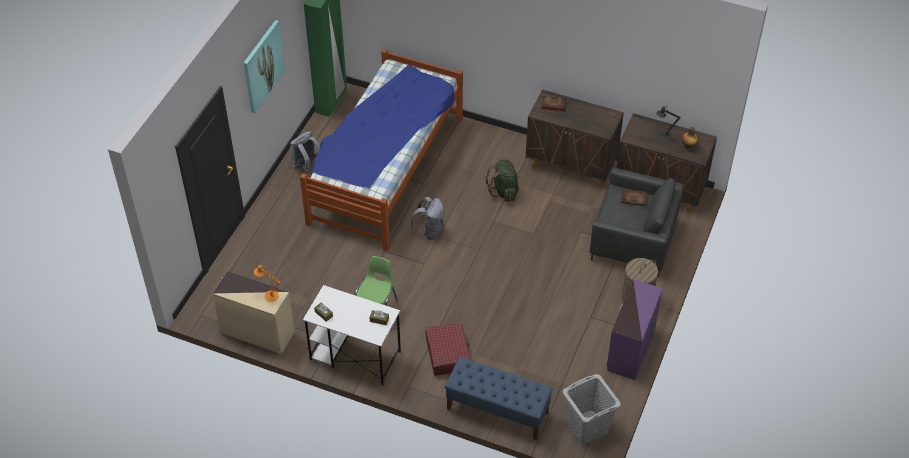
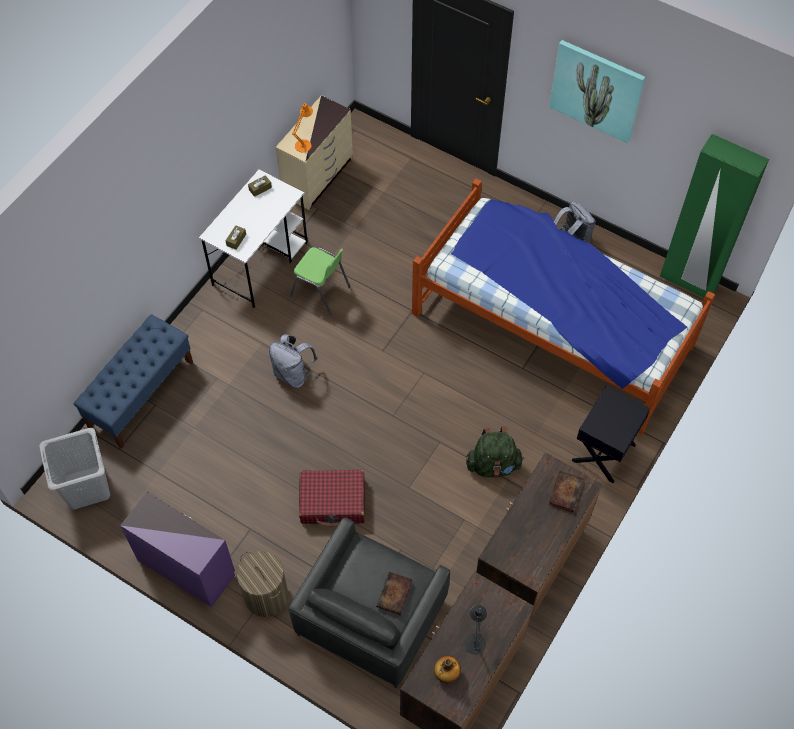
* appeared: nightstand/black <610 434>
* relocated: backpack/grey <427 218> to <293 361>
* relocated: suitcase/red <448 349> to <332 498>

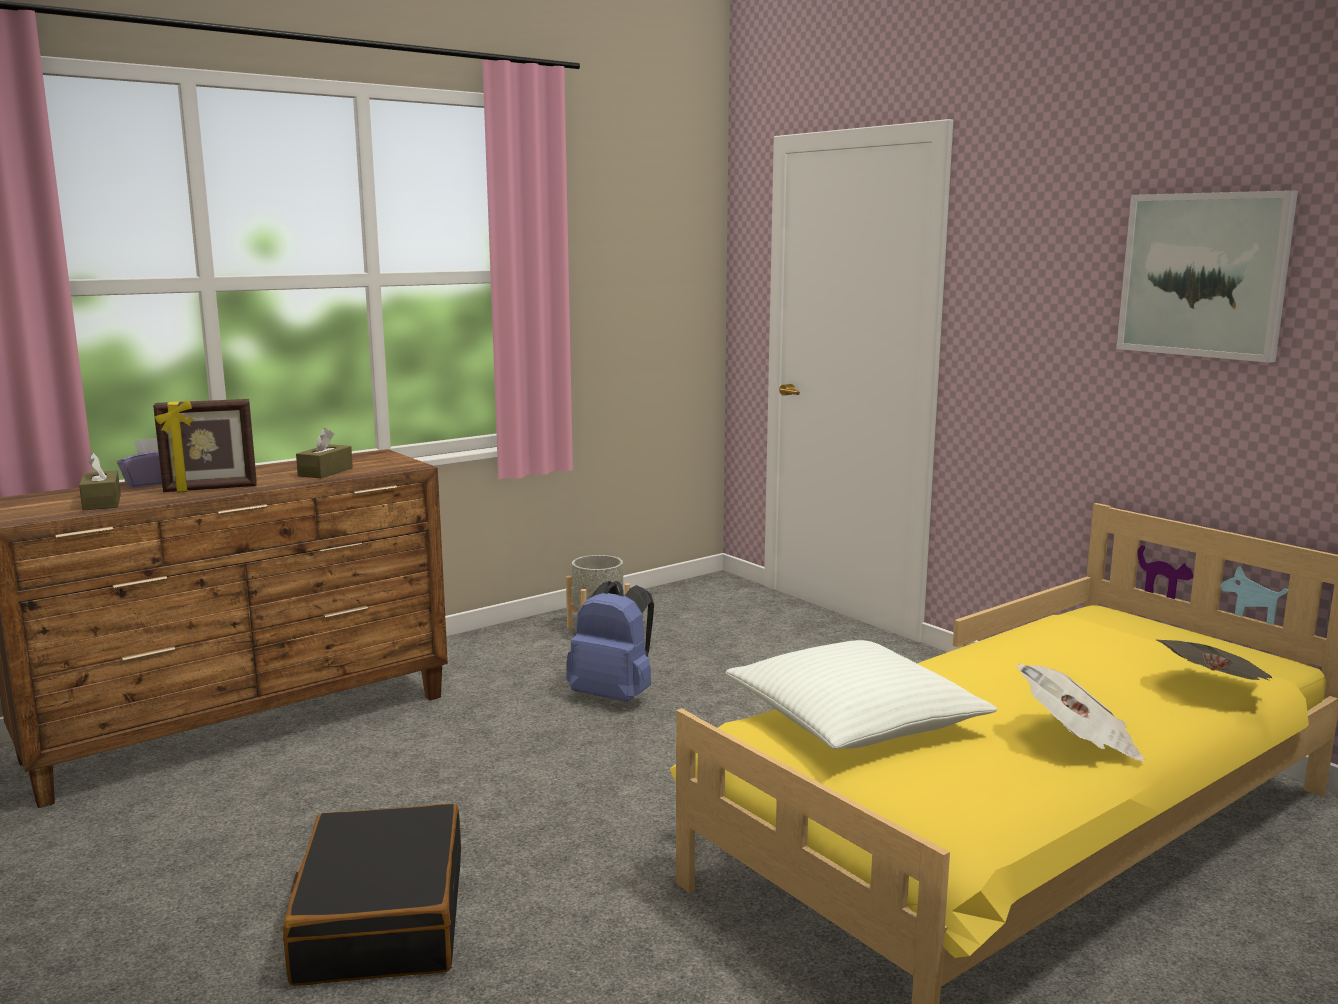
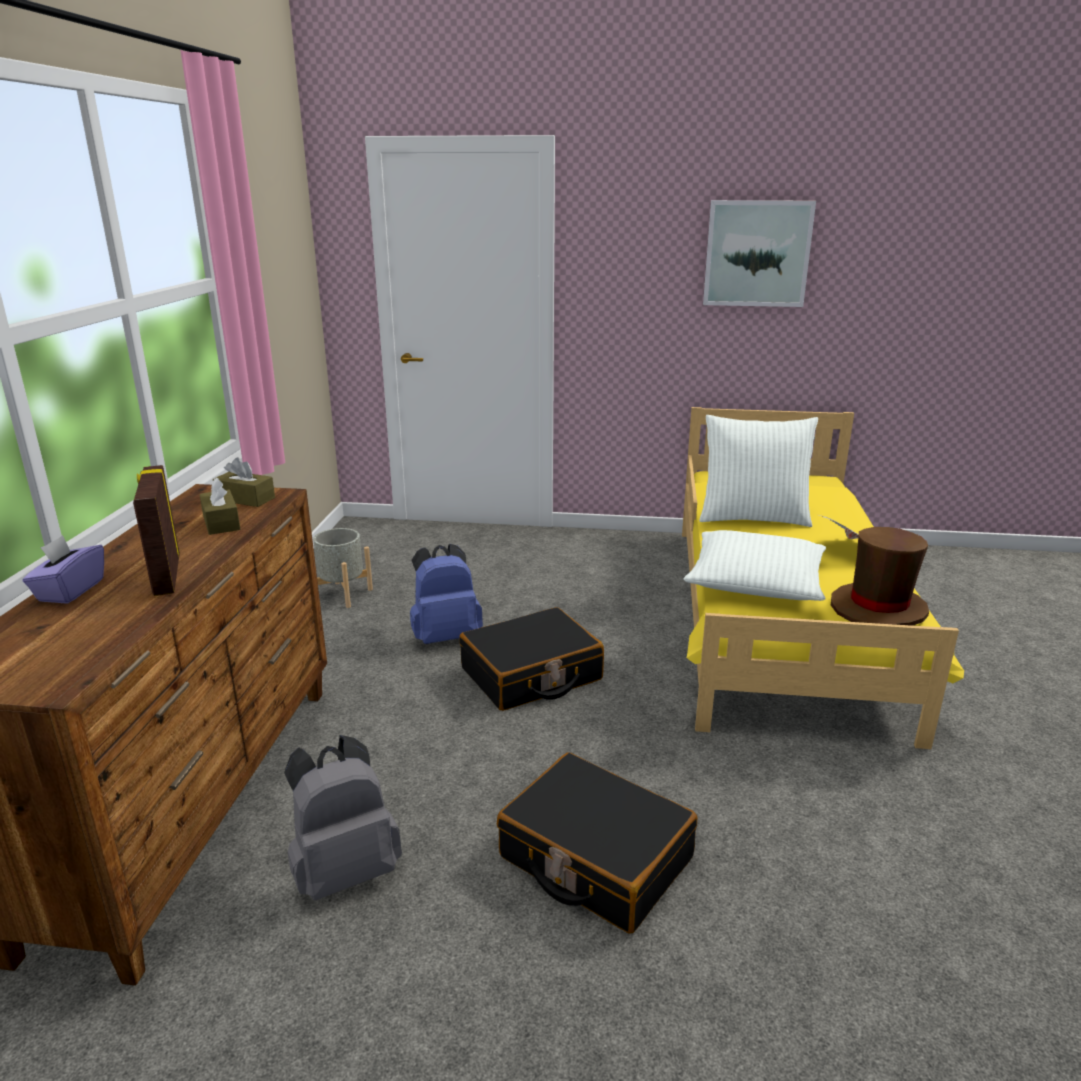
* missing: newspaper <1213 659>
* appeared: backpack/grey <343 817>
* appeared: suitcase/black <531 659>
* appeared: pillow/white <759 471>
* appeared: hat/brown <880 576>
* relocated: tissue box/brown <100 482> to <244 482>
* spun: picture frame <205 446> = <156 530> 135 degrees clockwise

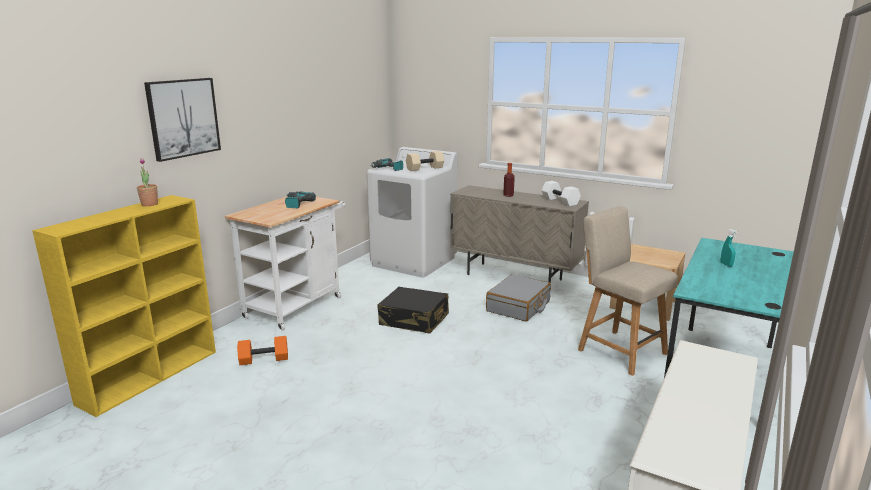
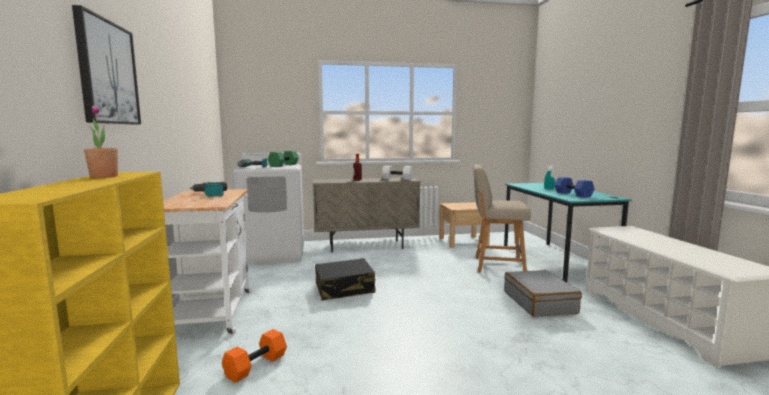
* appeared: dumbbell/blue <574 187>
* relocated: suitcase/grey <518 298> to <543 293>
* colour: dumbbell/beige <425 161> to dumbbell/green <283 159>

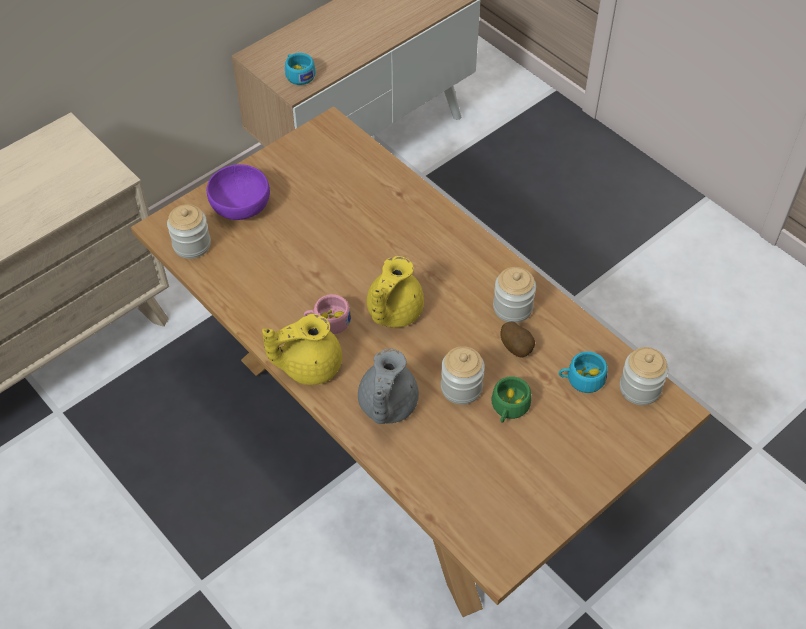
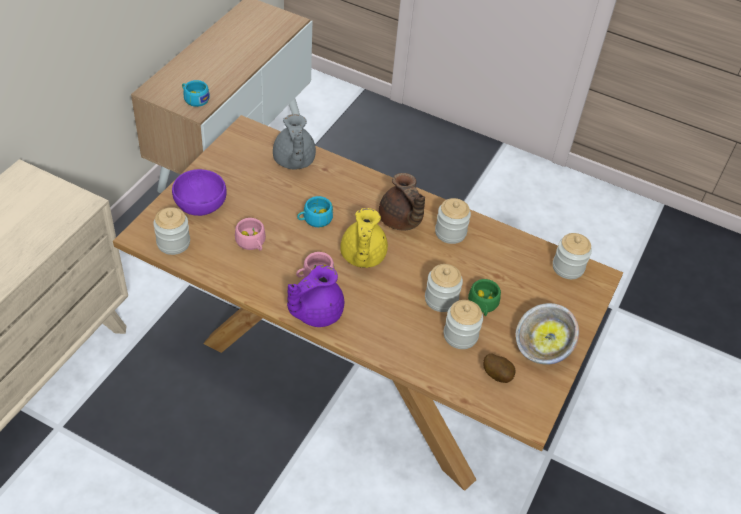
* appeared: cup/pink <250 234>
* appeared: teapot/brown <402 202>
* appeared: jar <463 324>
* appeared: bowl <547 334>
* relocated: teapot/grey <388 386> to <294 142>
* relocated: potato <517 339> to <499 368>
* relocated: cup/turquoise <582 372> to <315 211>
* colour: teapot/yellow <302 349> to teapot/purple <315 296>

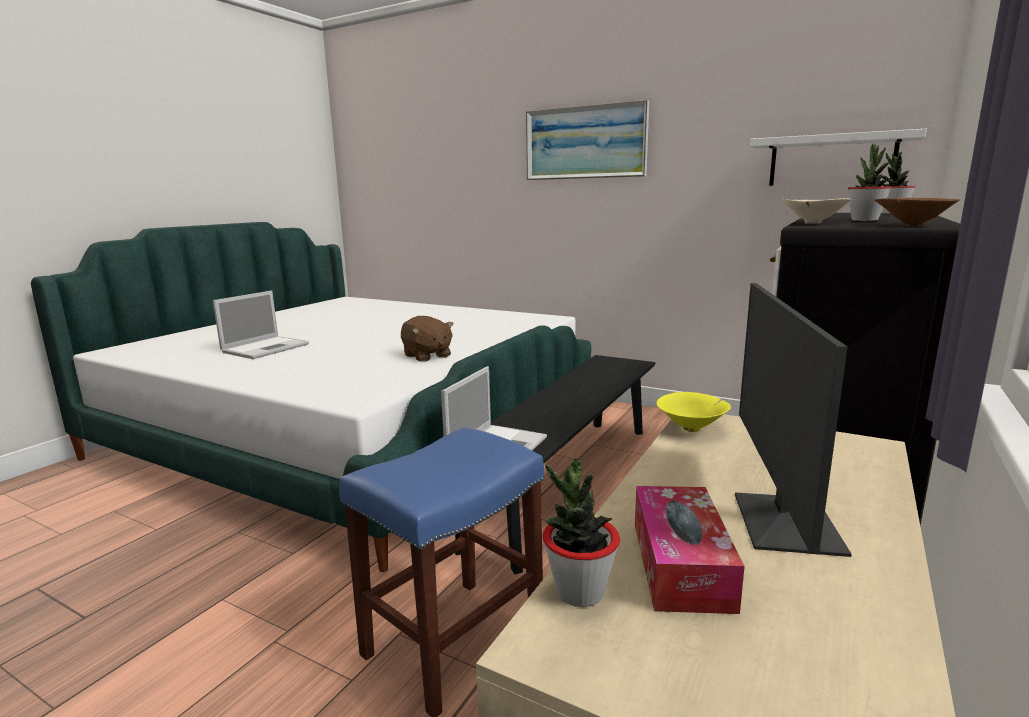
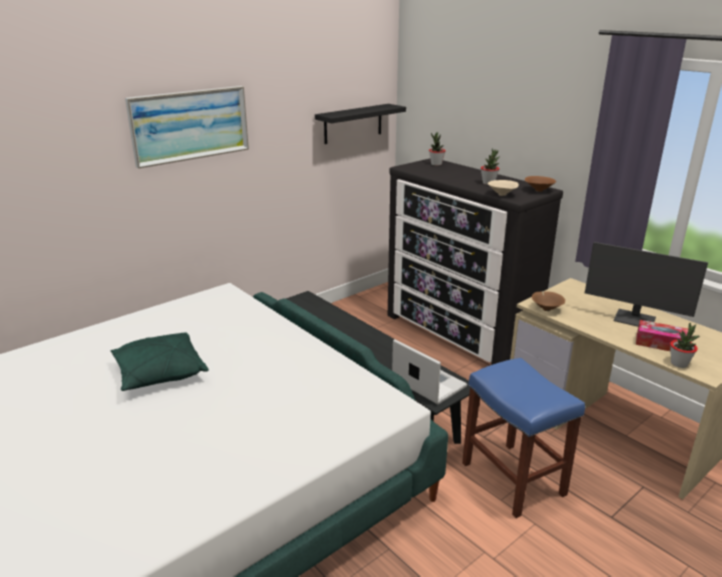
* missing: laptop <261 325>
* missing: plush toy/brown <427 339>
* appeared: pillow/green <160 361>
* colour: bowl/yellow <694 412> to bowl/brown <548 301>
* colour: shelf/white <838 157> to shelf/black <360 124>

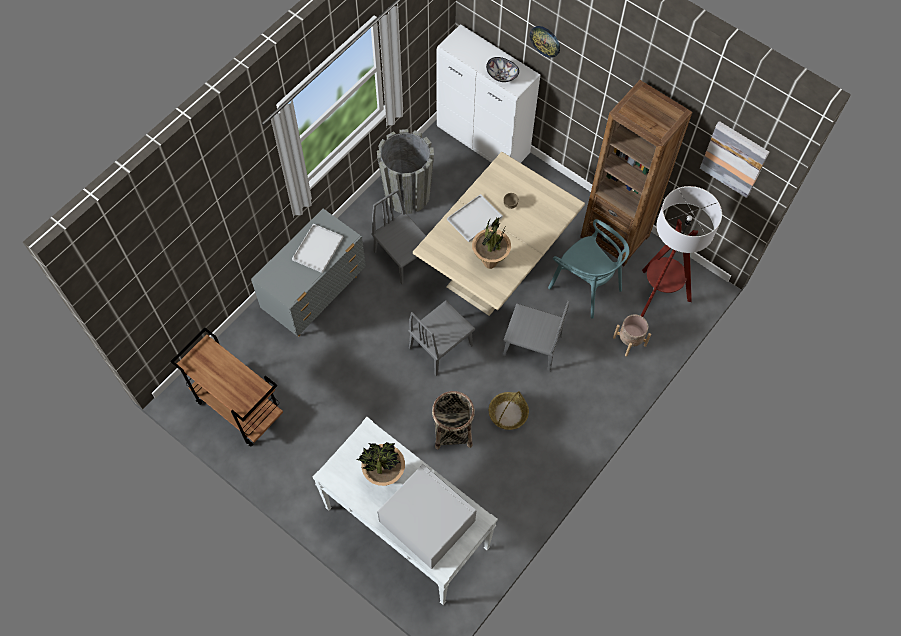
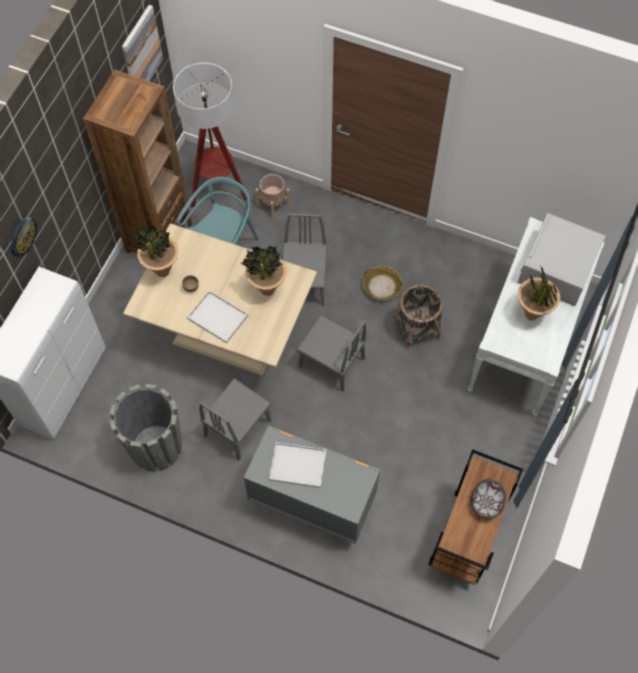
* appeared: potted plant <156 250>
* relocated: bowl <502 69> to <488 499>

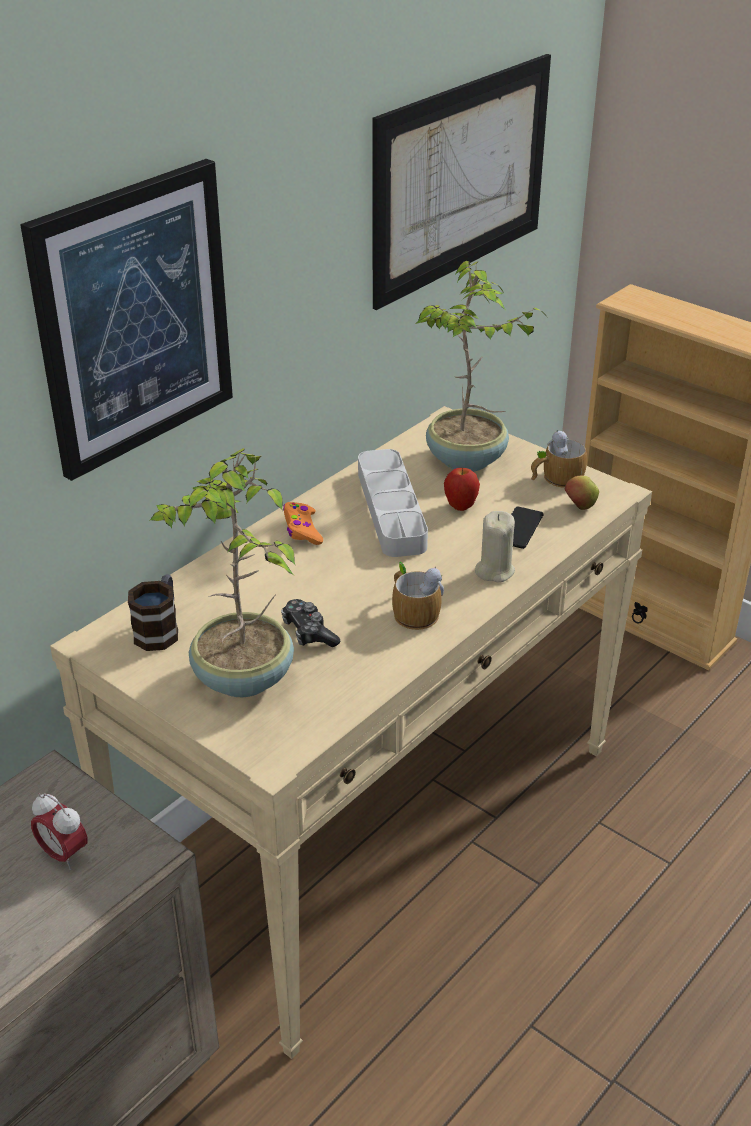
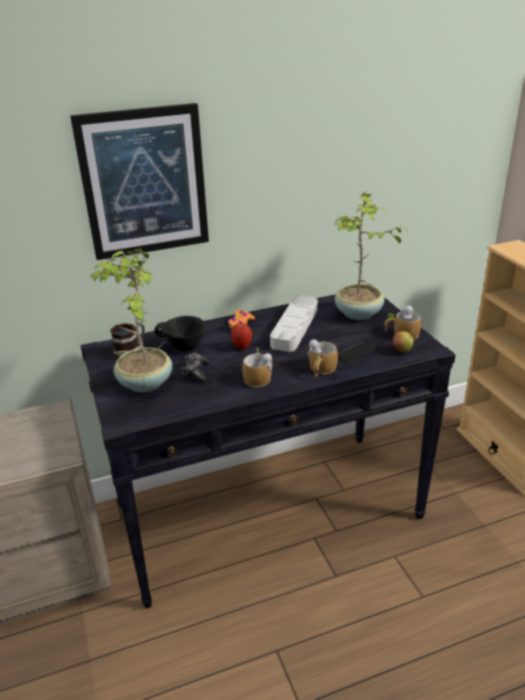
* missing: alarm clock <59 831>
* missing: picture <461 182>
* appeared: bowl/black <179 333>
* relocated: apple <462 489> to <241 336>
* exchanged: candle/beige <495 547> to mug <323 358>
* colour: console table/beige <351 732> to console table/black <268 451>

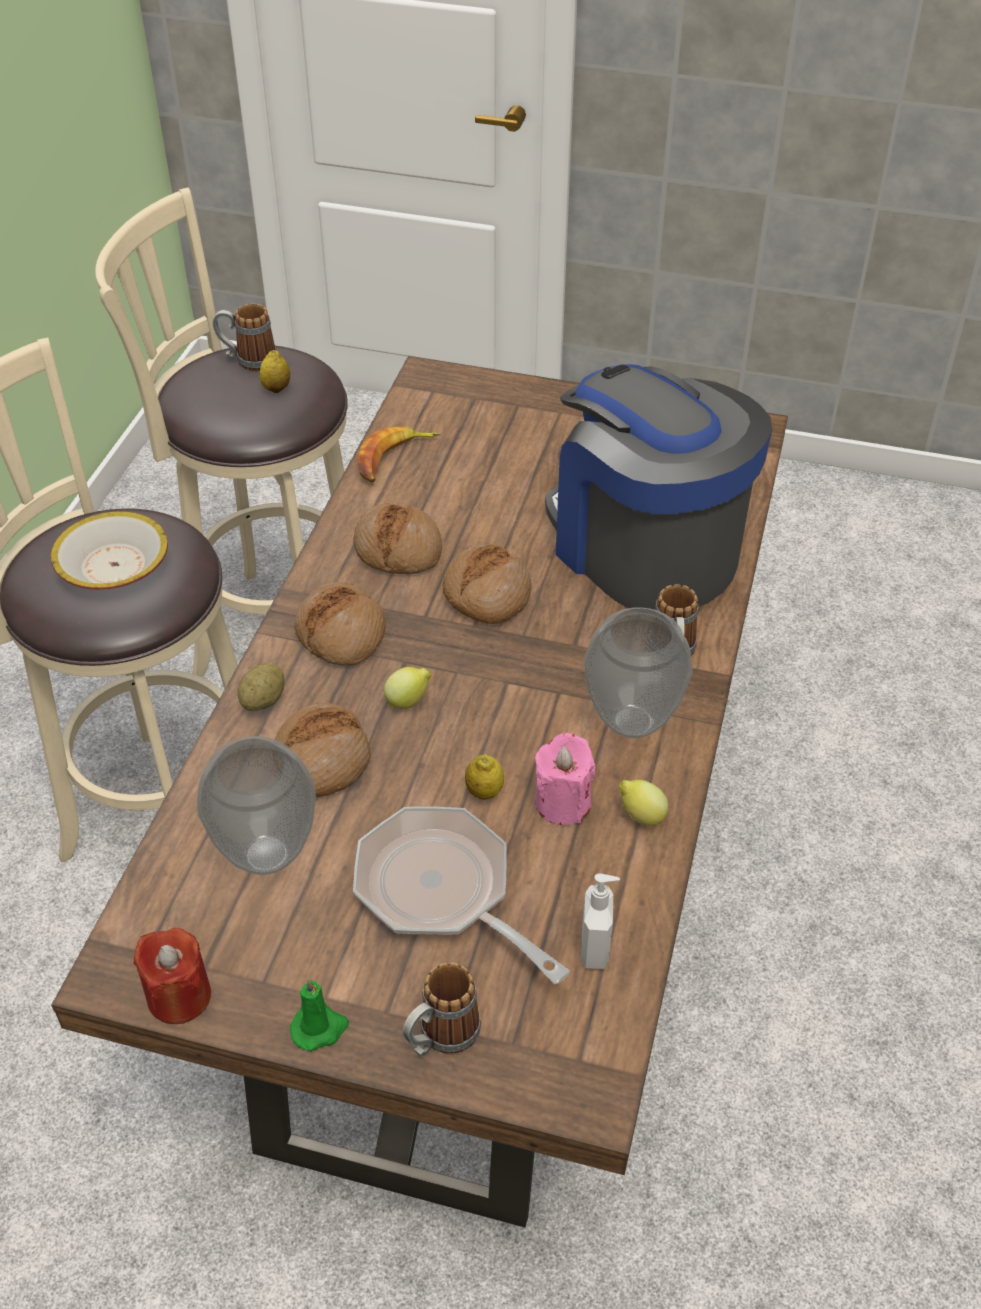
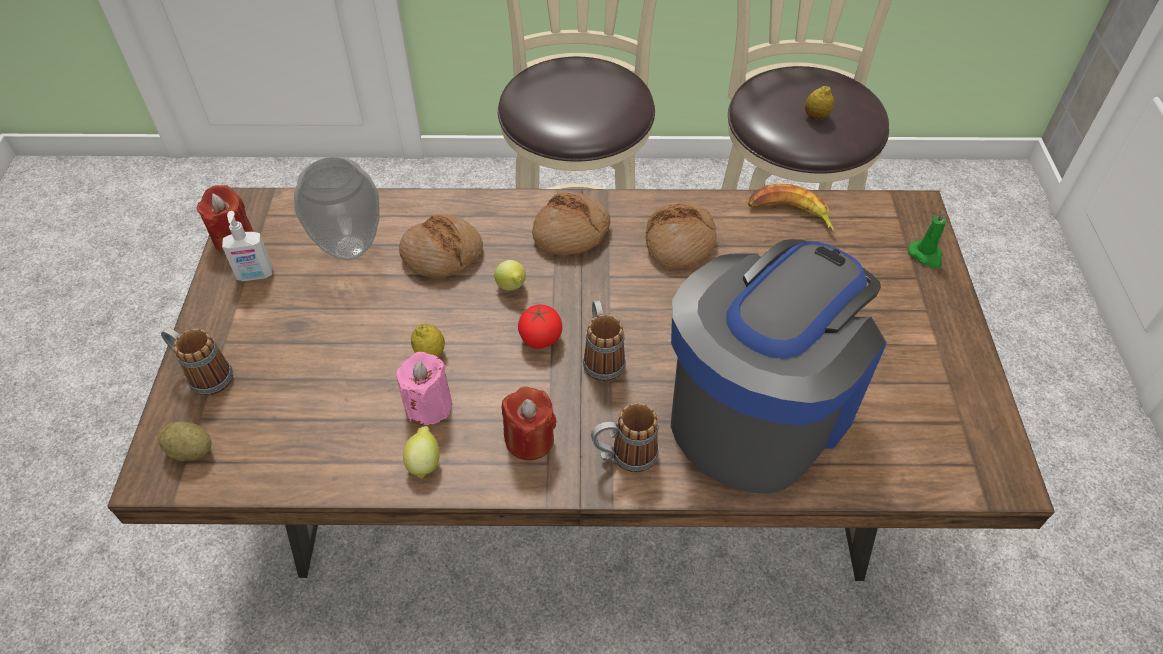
* missing: bowl <109 550>
* missing: frying pan <461 895>
* missing: bread <487 584>
* appeared: tomato <540 327>
* relocated: mug <244 337> to <604 341>
* relocated: potato <260 687> to <185 441>
* relocated: candle/green <319 1014> to <927 239>
* relocated: soap dispenser <600 921> to <247 246>
* exchanged: vase <638 672> to candle/red <529 423>

